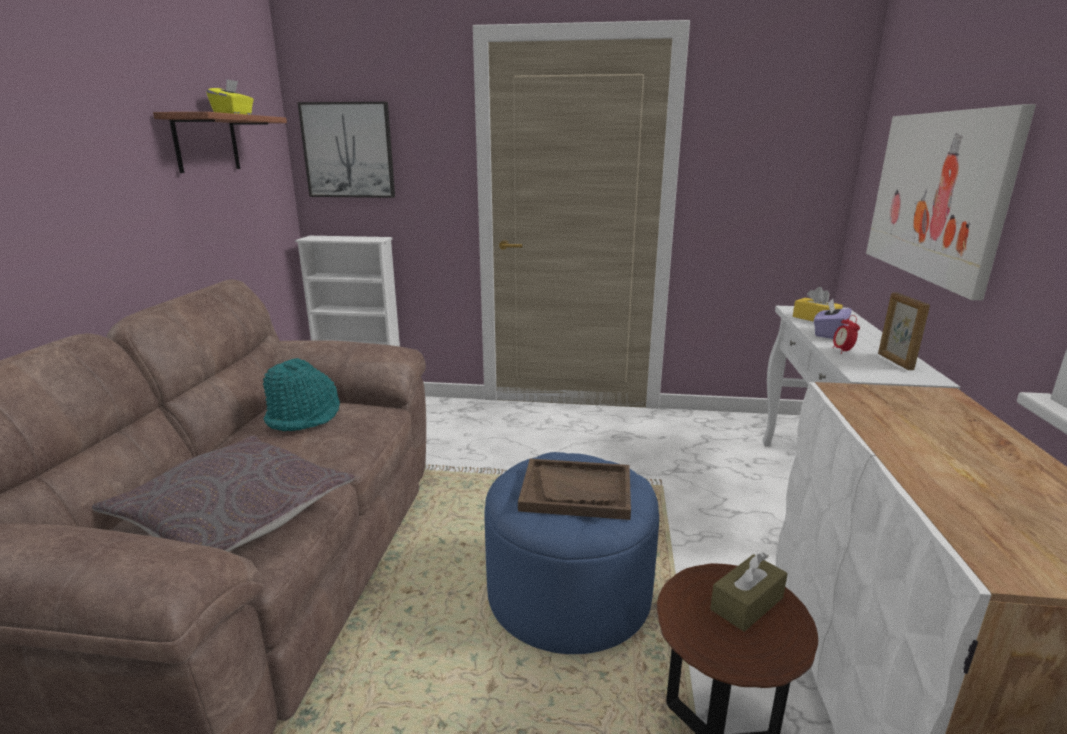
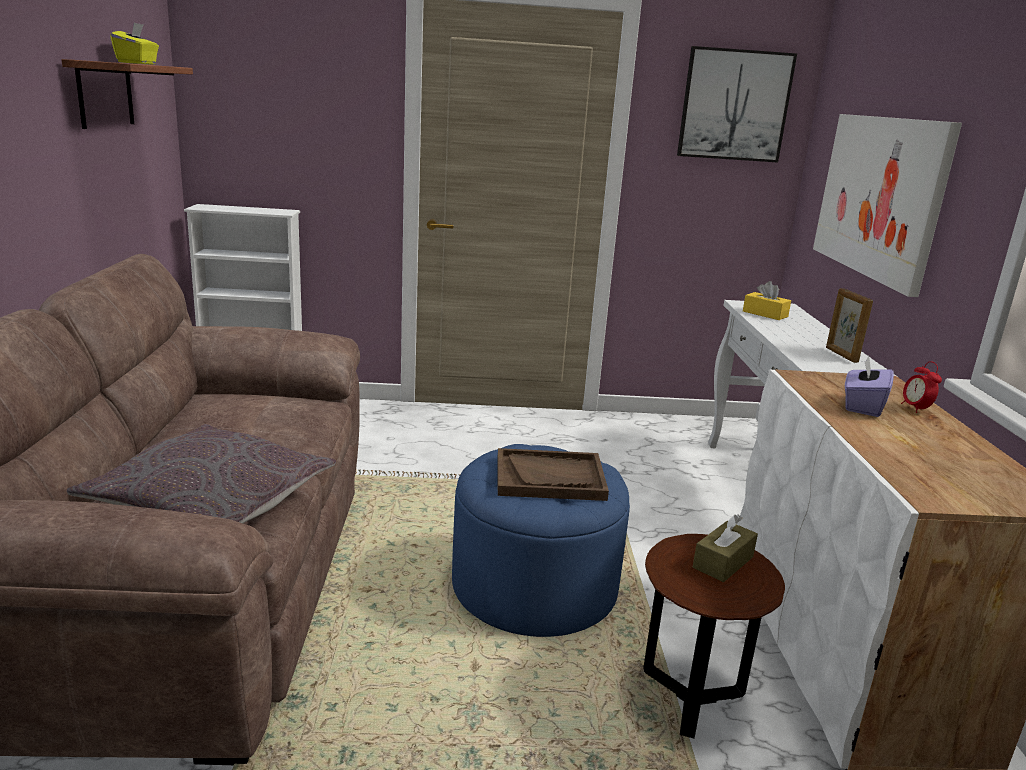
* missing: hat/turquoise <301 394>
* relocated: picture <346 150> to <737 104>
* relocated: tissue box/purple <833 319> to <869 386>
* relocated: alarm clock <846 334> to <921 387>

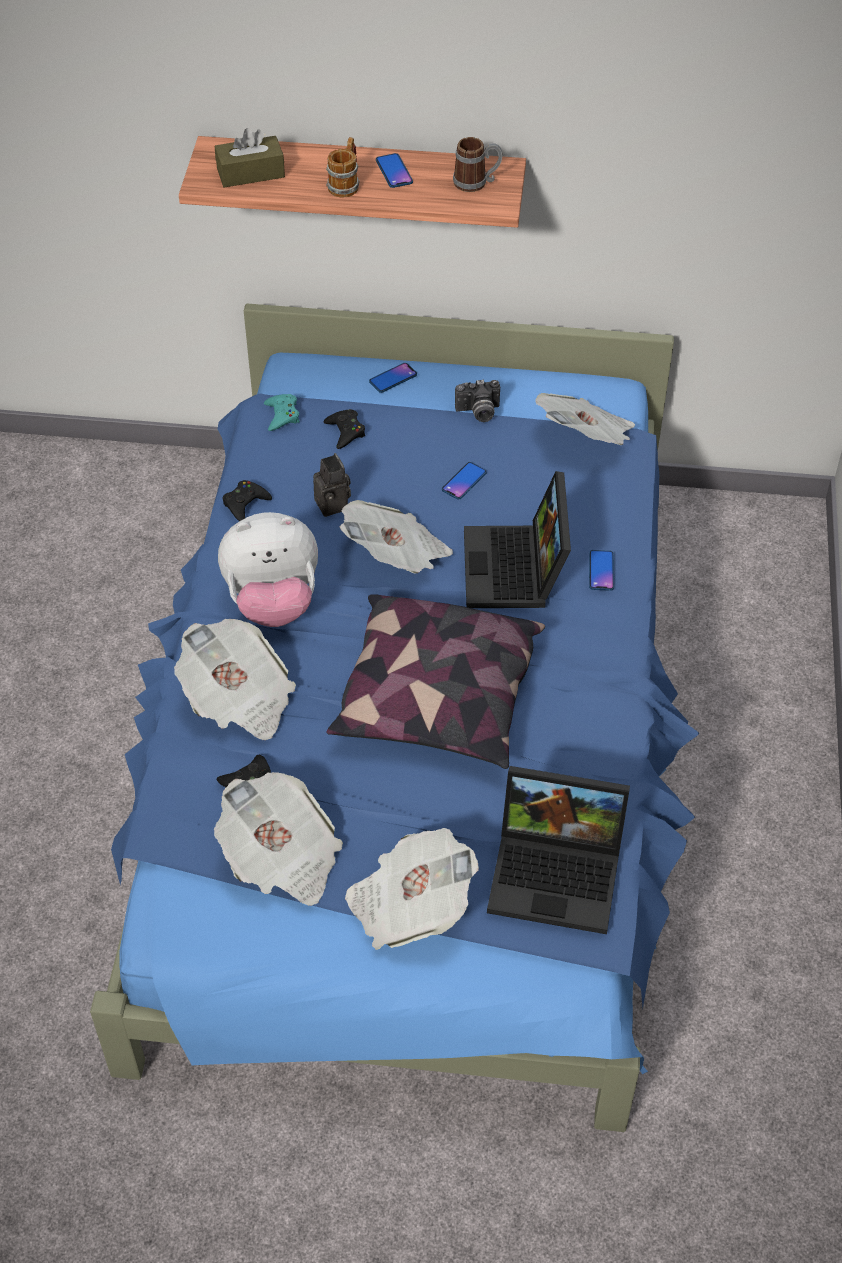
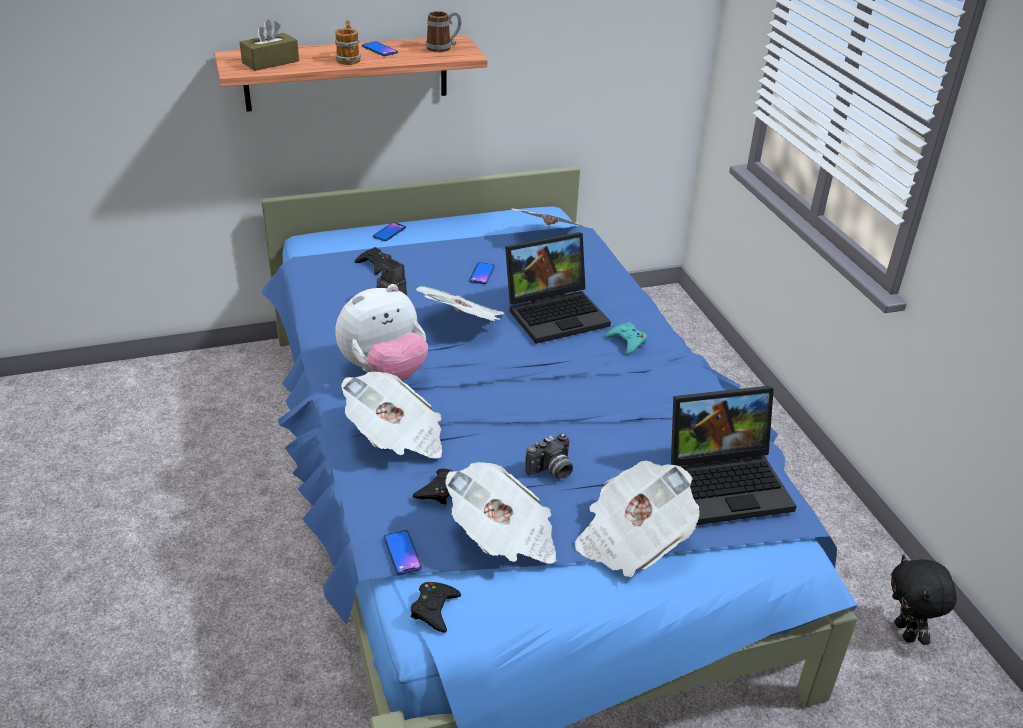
* missing: pillow <435 681>
* appeared: plush toy/black <924 600>
* relocated: game controller/black <247 500> to <436 607>
* relocated: game controller/turquoise <282 412> to <626 338>
* relocated: photo camera <477 401> to <549 456>
* relocated: phone <601 570> to <403 552>
* spun: laptop <517 539> = <558 288> 90 degrees counterclockwise

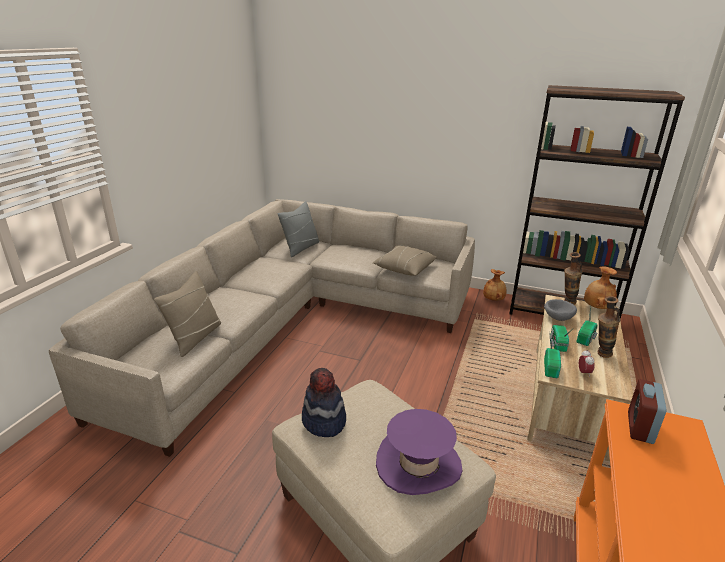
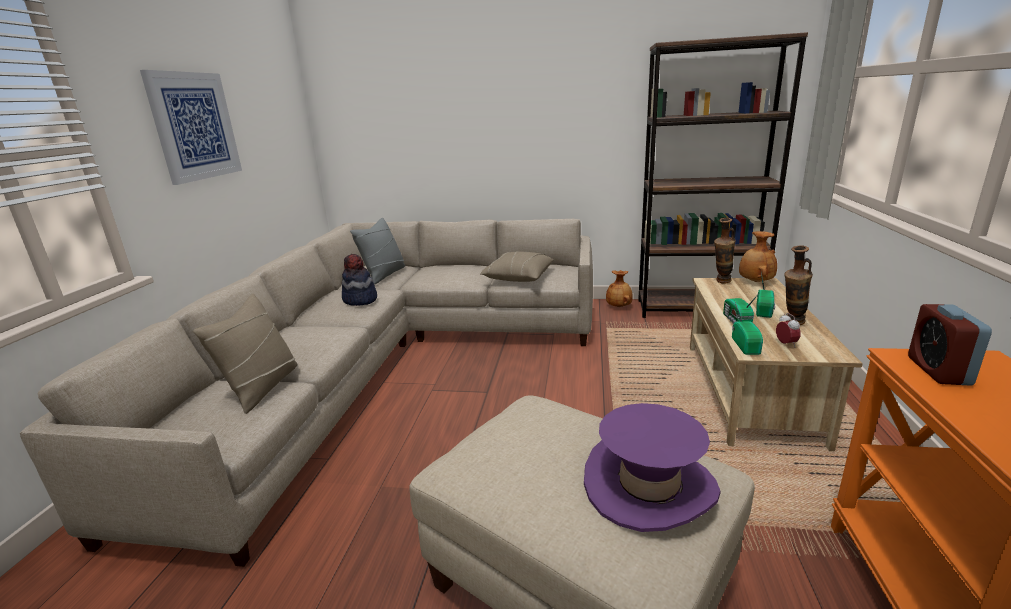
* missing: bowl/grey <560 310>
* appeared: picture <191 127>
* relocated: hat <324 402> to <359 280>

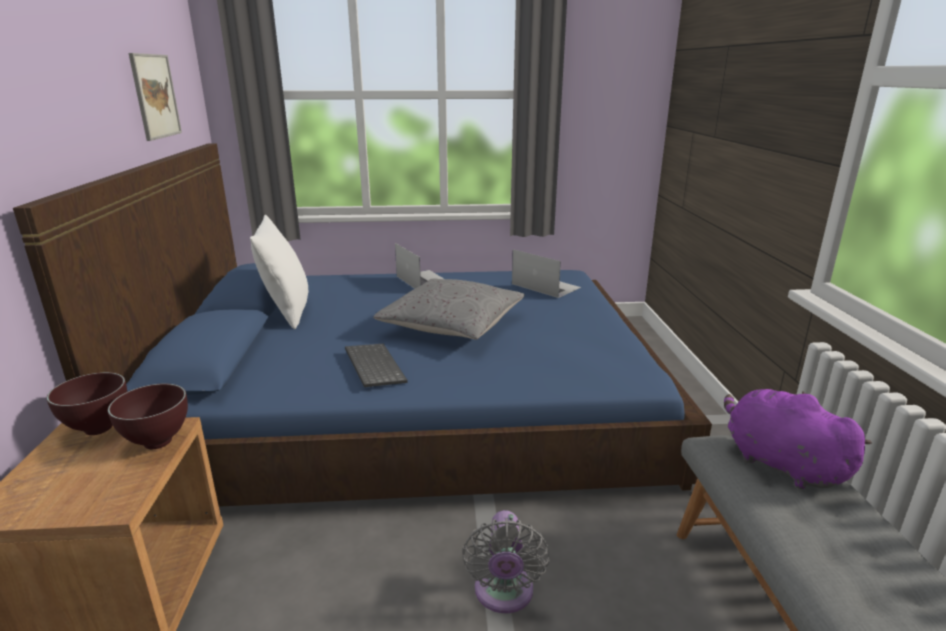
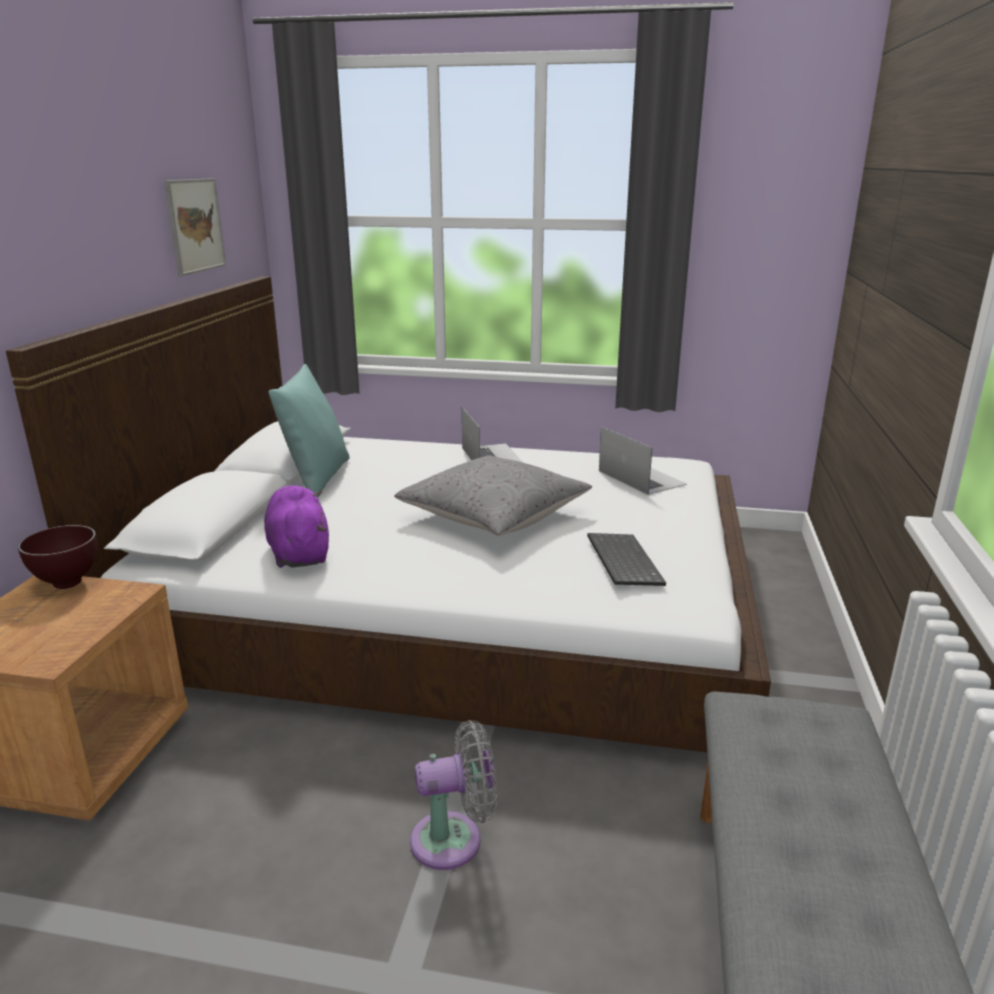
* missing: bowl/brown <148 416>
* relocated: keyboard <376 365> to <626 559>
* relocated: plush toy/purple <798 439> to <296 526>
* colour: bed/blue <362 325> to bed/white <388 514>
* colour: pillow/white <279 272> to pillow/turquoise <309 431>
* spun: fan/grey <505 561> = <453 795> 120 degrees counterclockwise

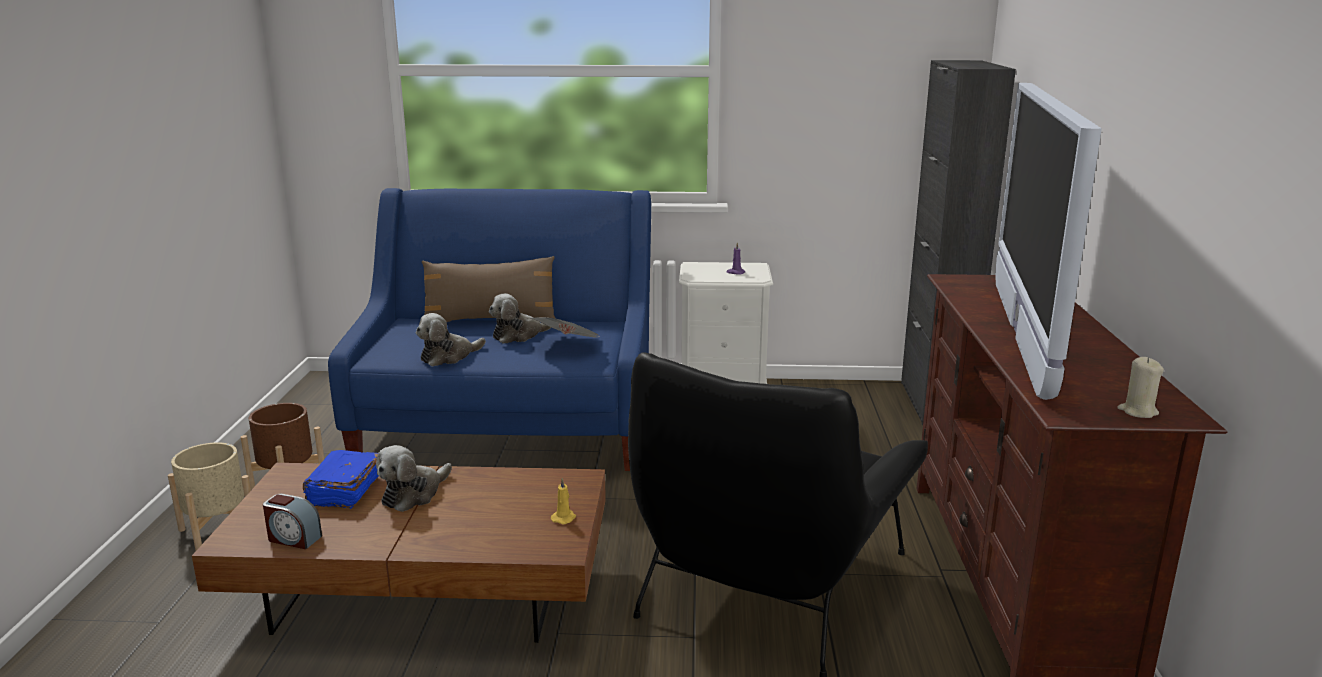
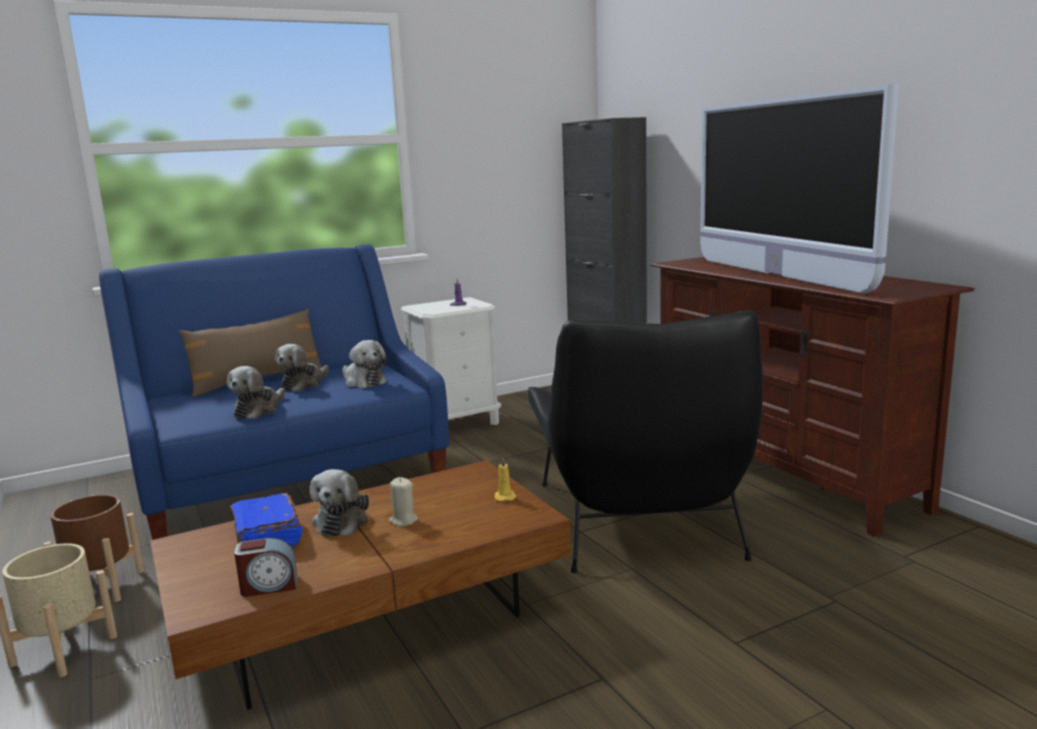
* relocated: candle/beige <1140 387> to <403 501>
* exchanged: newspaper <563 327> to plush toy <365 364>

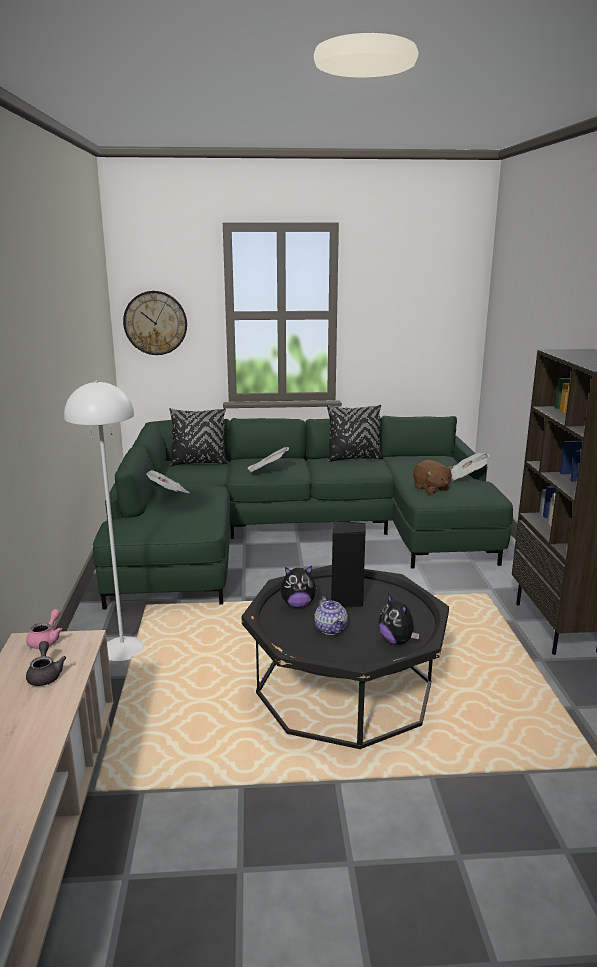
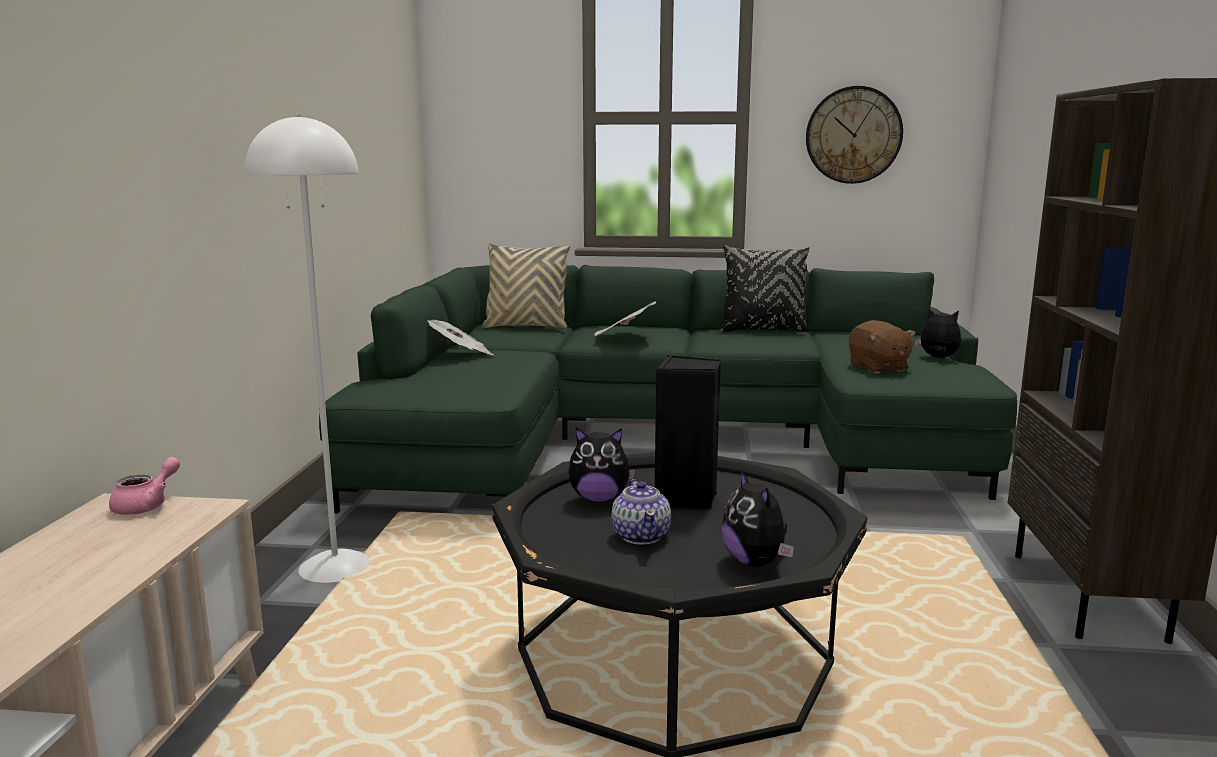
* missing: teapot/grey <46 663>
* relocated: wall clock <155 323> to <854 135>
* exchanged: newspaper <470 467> to plush toy <938 333>
* colour: pillow/black <198 437> to pillow/beige <526 285>

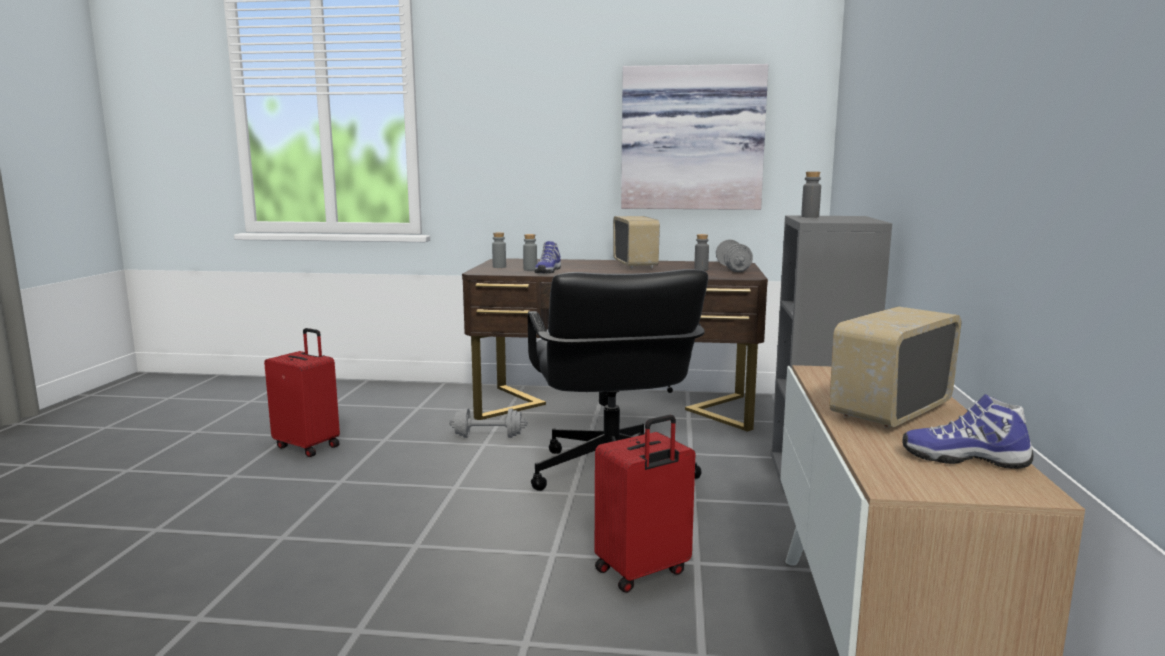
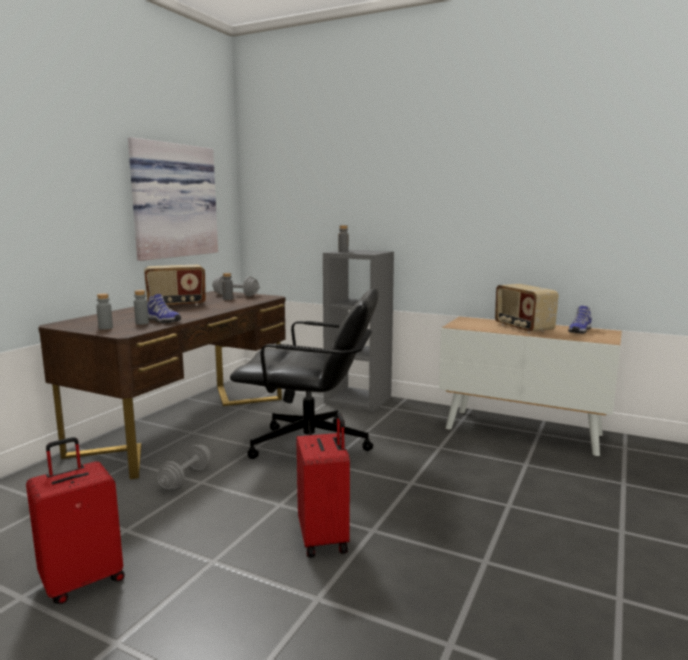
* relocated: suitcase/red <645 504> to <323 485>
* spun: radio <636 242> = <175 285> 150 degrees clockwise

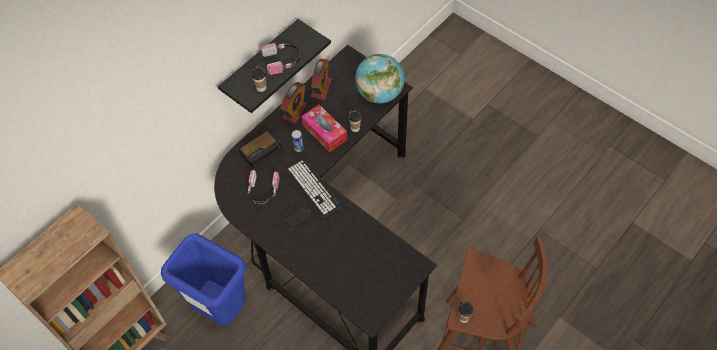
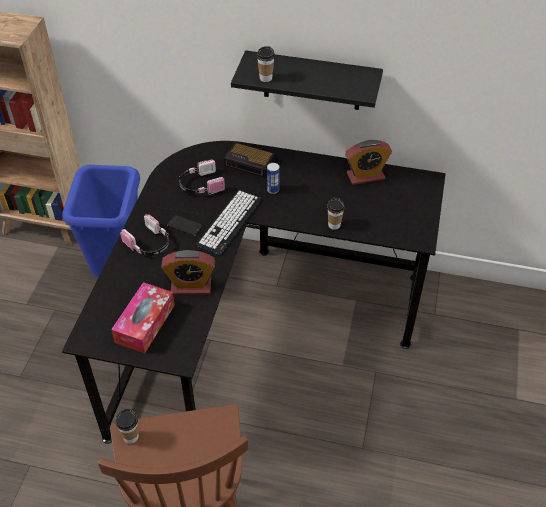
* missing: globe <380 78>
* relocated: headphones <281 59> to <144 235>
* relocated: alarm clock <294 103> to <188 272>
* relocated: tissue box <324 128> to <143 317>

